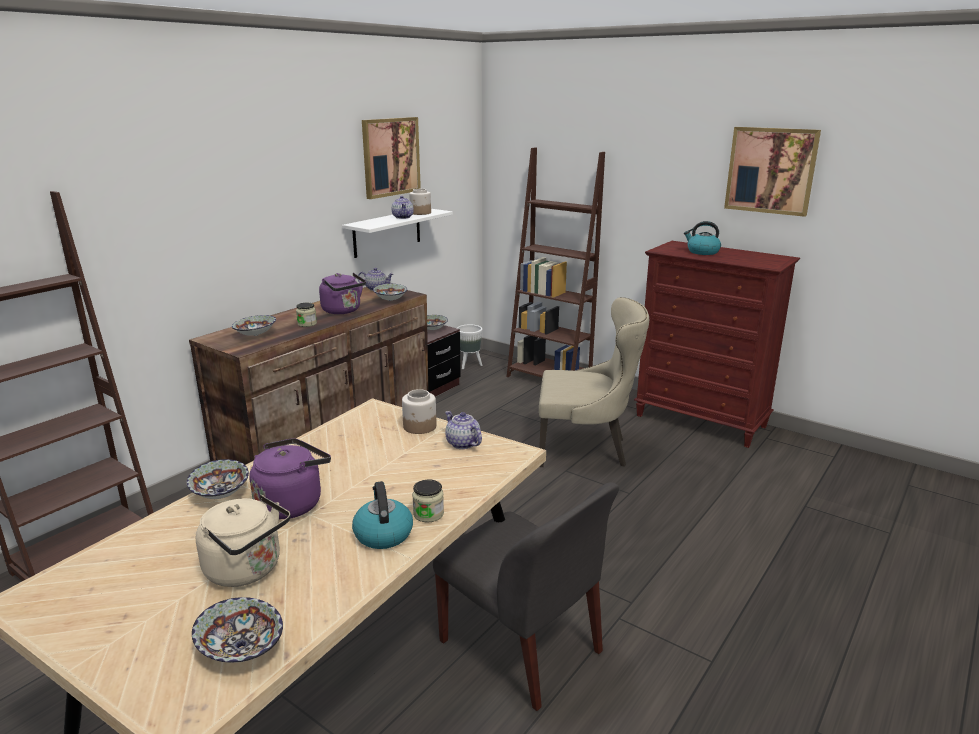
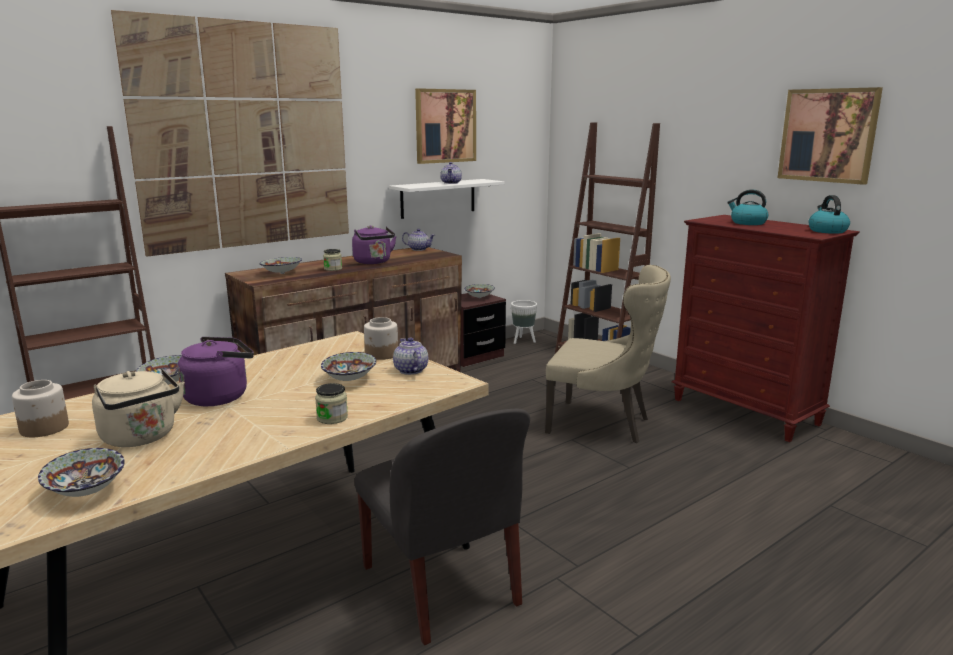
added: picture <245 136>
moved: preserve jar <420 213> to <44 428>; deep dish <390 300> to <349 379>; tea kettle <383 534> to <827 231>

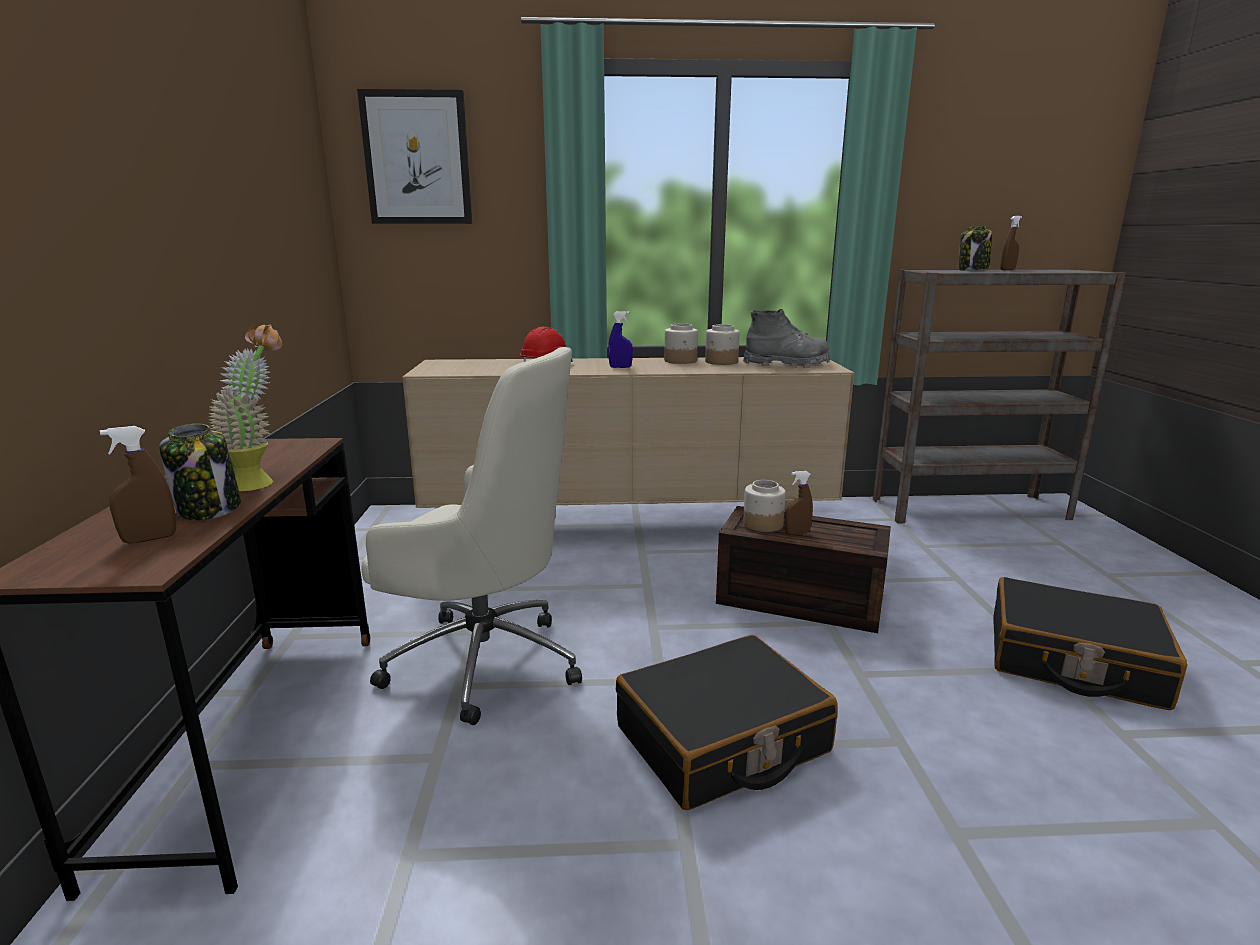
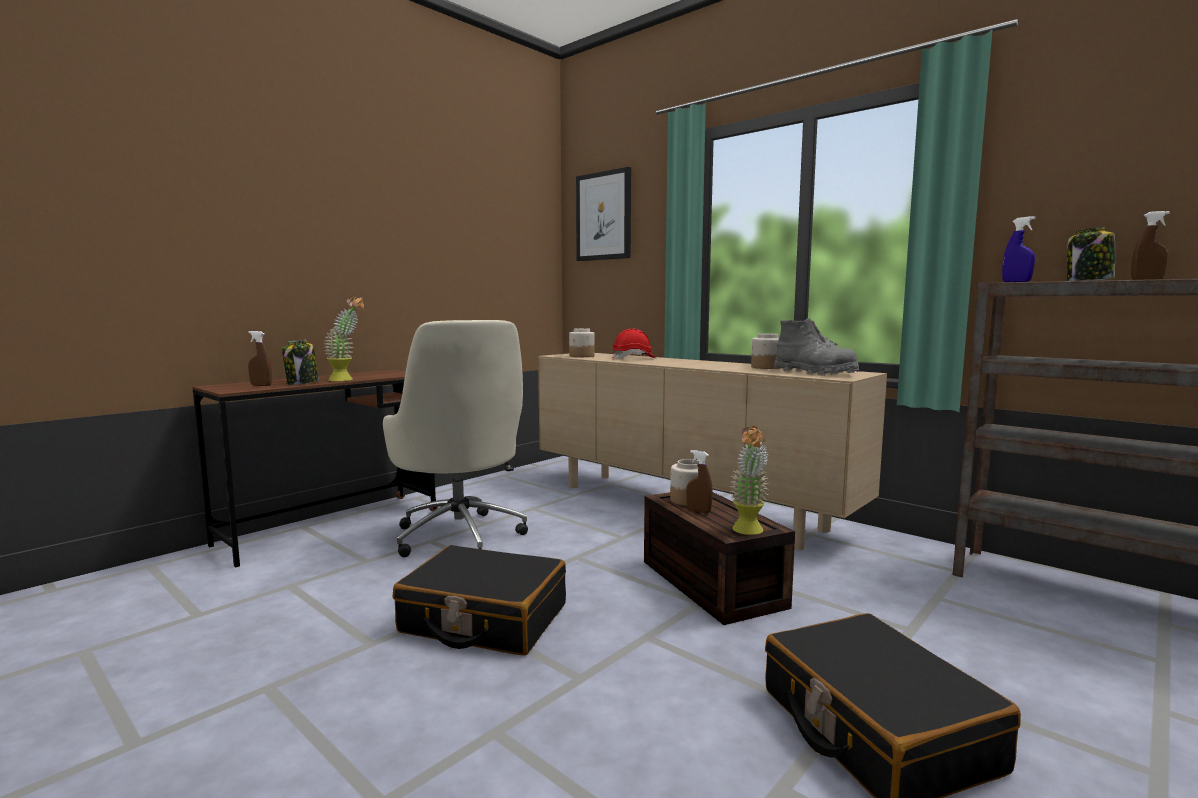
added: plant in a pot <748 532>
moved: preserve jar <681 361> to <581 356>; sprayer in bluish <620 367> to <1016 282>

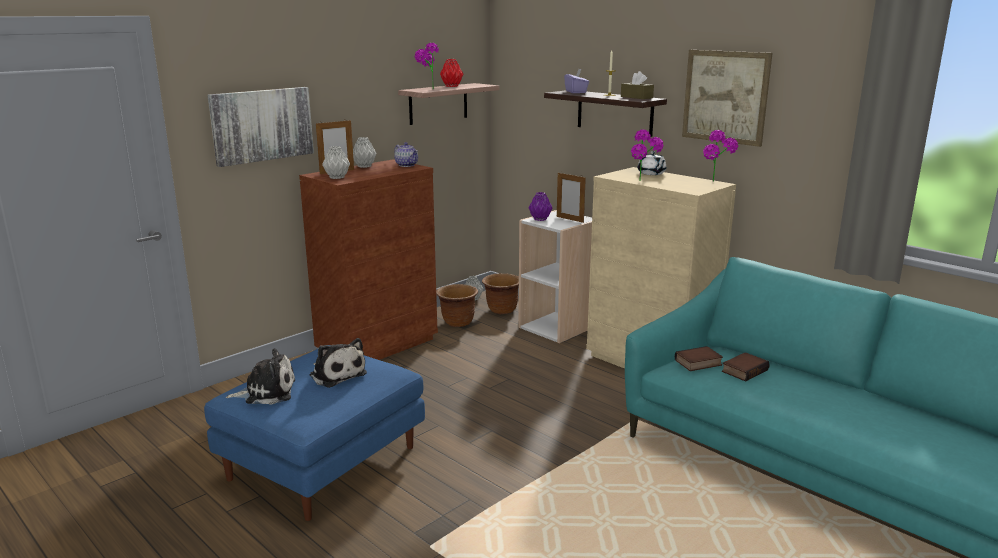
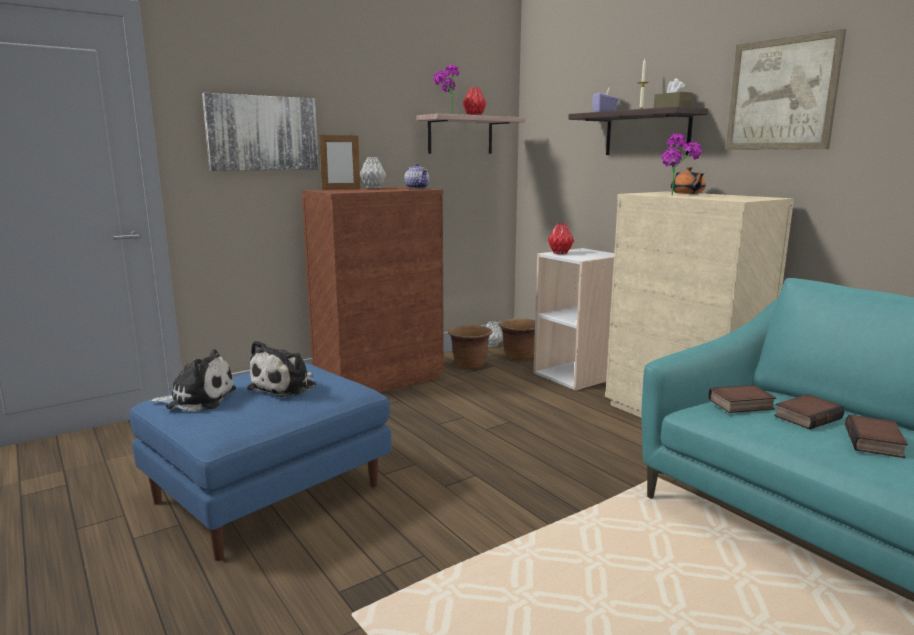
removed: vase in grey <336 177>; standing frame <570 219>; plant in a pot <716 182>
added: book <876 443>
recoloured: vase in purple-coloured <540 219> to vase in red-coloured <560 253>; tea pot in white-coloured <651 173> to tea pot in orange-coloured <687 193>
turned: plush toy <336 374> = <286 387> 60 degrees clockwise

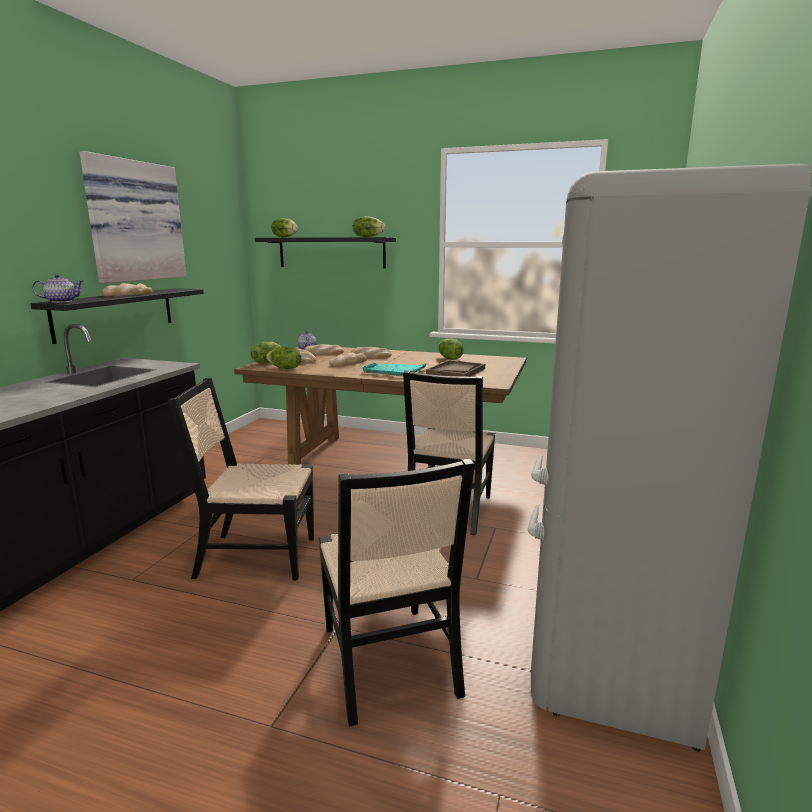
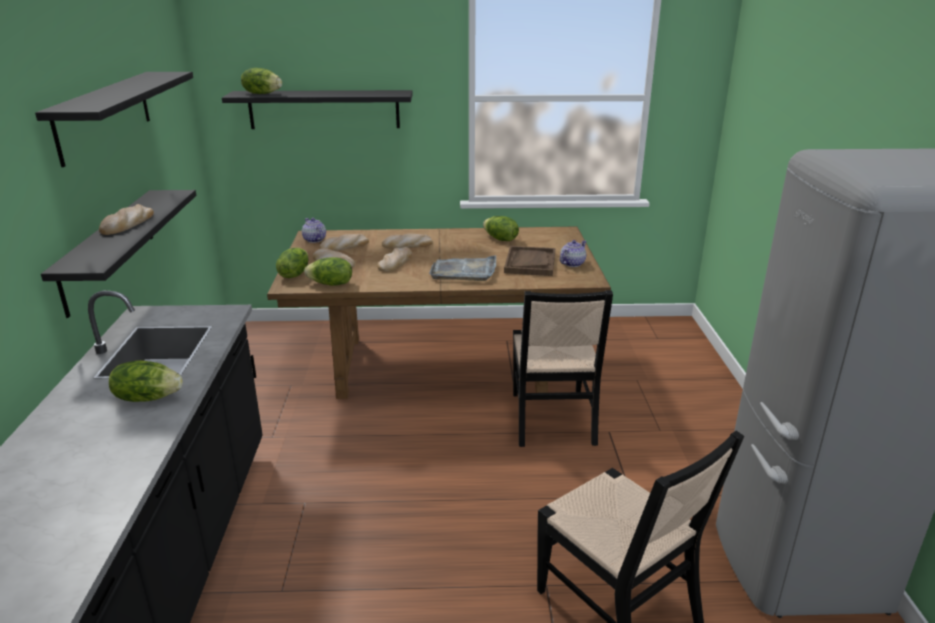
removed: upright chair <256 557>
moved: lettuce head <368 237> to <148 397>; tea pot <61 301> to <572 263>
replaced: picture <133 221> to bracket shelf in blackish <104 115>
recoloured: carrying tray in turquoise-coloured <394 371> to carrying tray in grey <464 271>

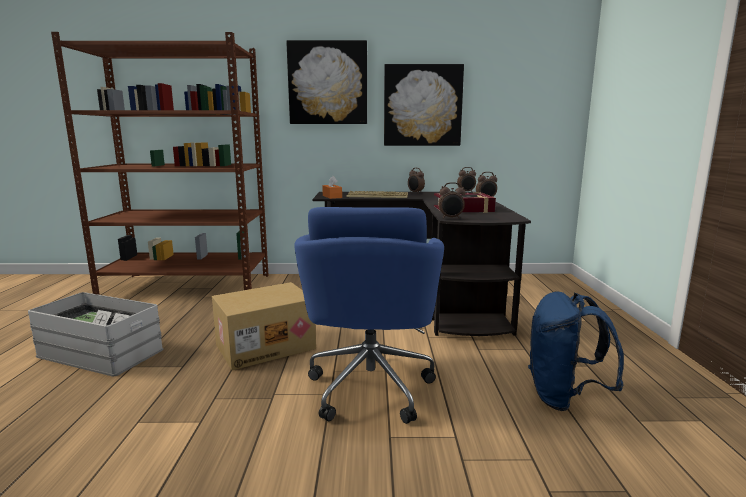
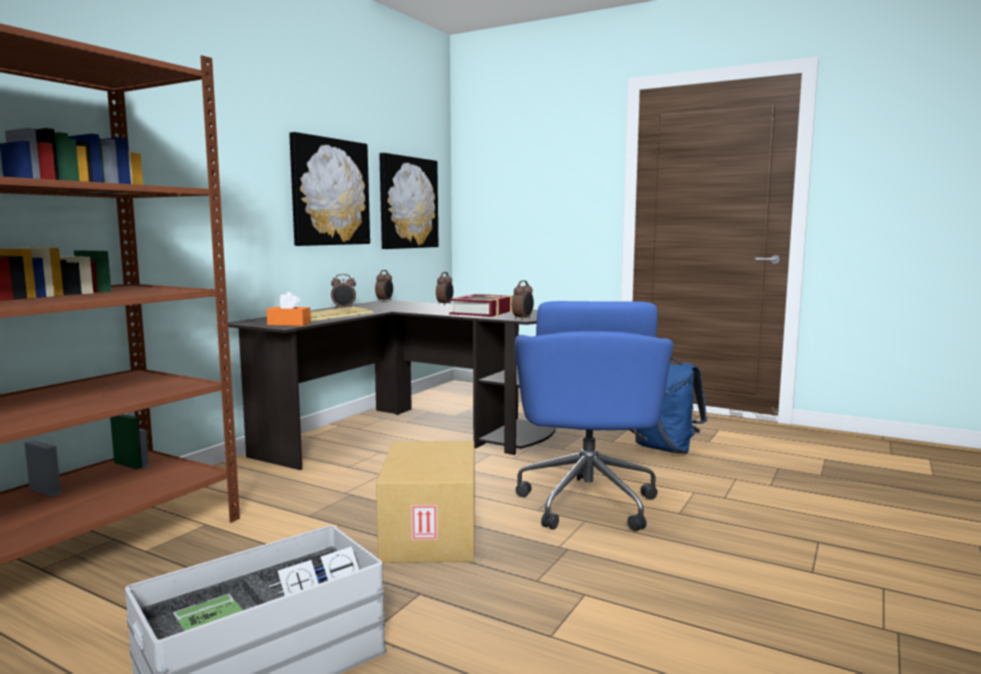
moved: picture <328 83> to <408 203>
turned: computer chair in bluish <370 385> = <586 501> 60 degrees clockwise

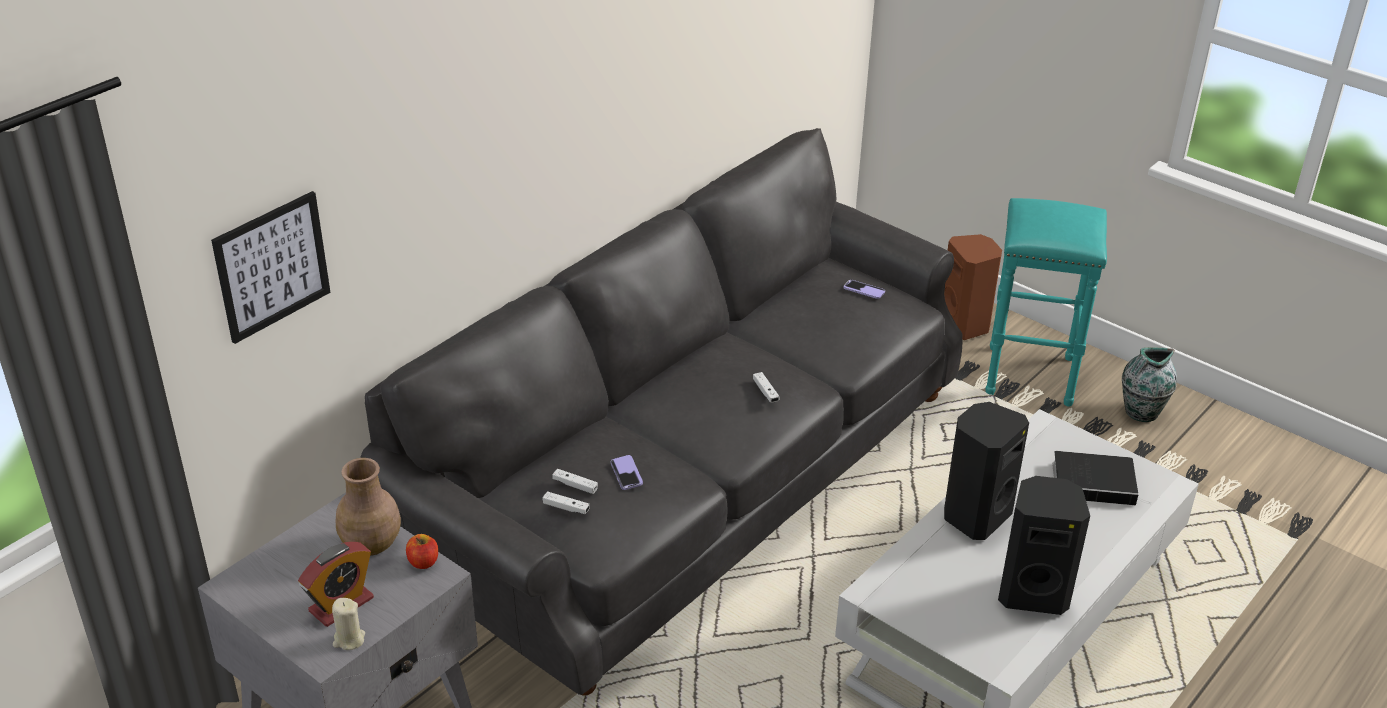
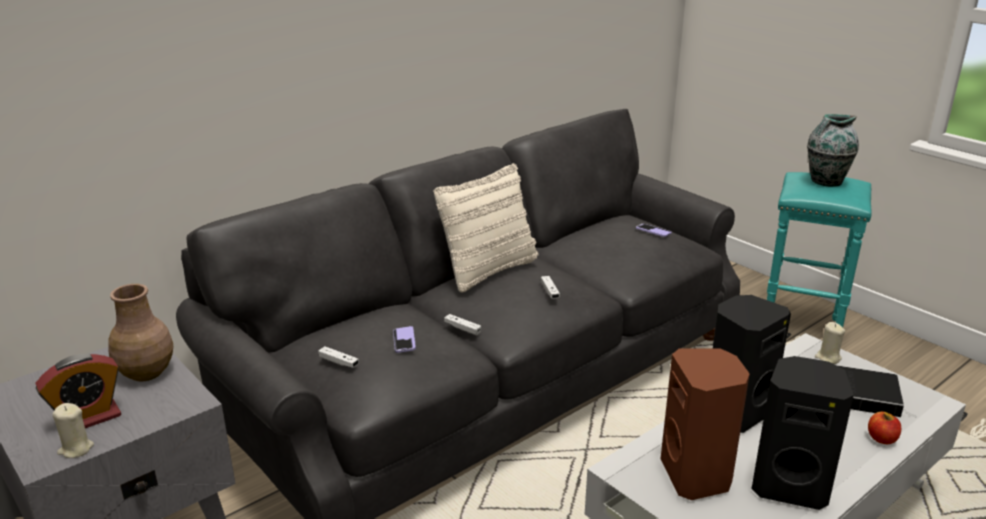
removed: picture <272 266>
added: throw pillow in beige-coloured <488 271>; candle in beige-coloured <828 358>
moved: gamepad in white-coloured <575 485> to <462 328>; loudspeaker in brown <965 325> to <697 476>; vase <1140 412> to <825 181>; apple fruit <423 562> to <881 439>

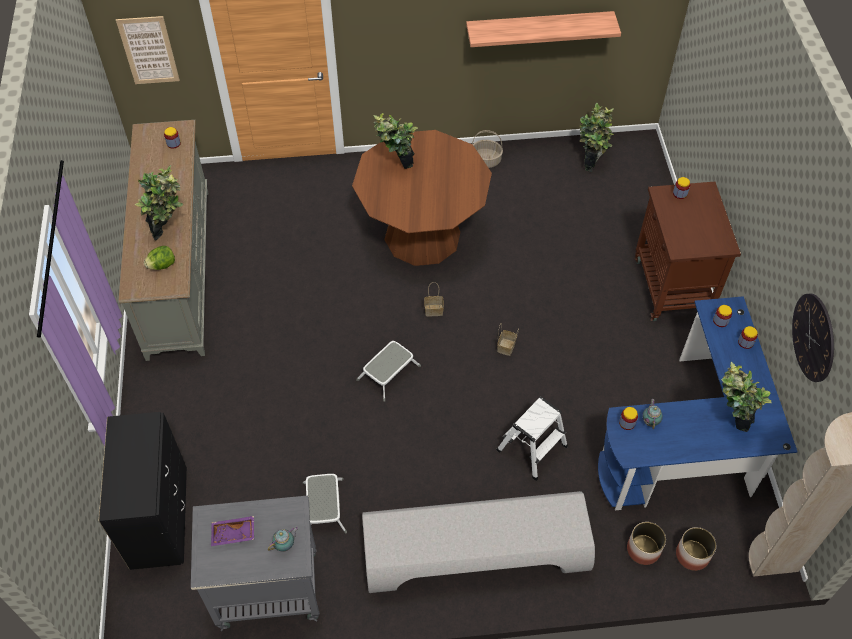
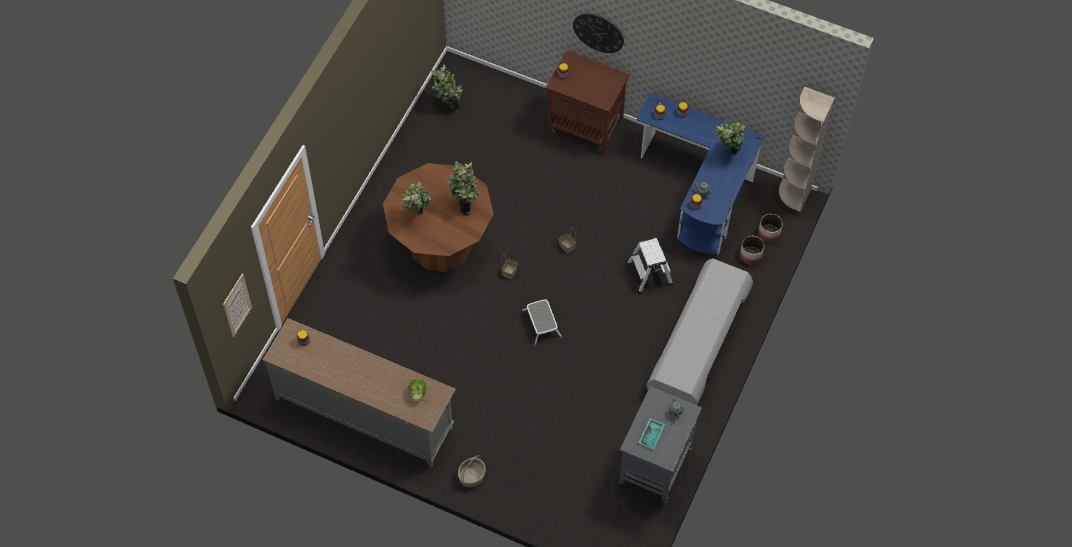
removed: dresser in blackish <160 518>; step stool in grey <324 507>; bracket shelf <539 27>
moved: plant in a pot <169 230> to <464 204>; basket <486 160> to <472 476>; hanging clock <813 337> to <598 32>
recoloured: carrying tray in purple-coloured <233 534> to carrying tray in turquoise-coloured <652 435>

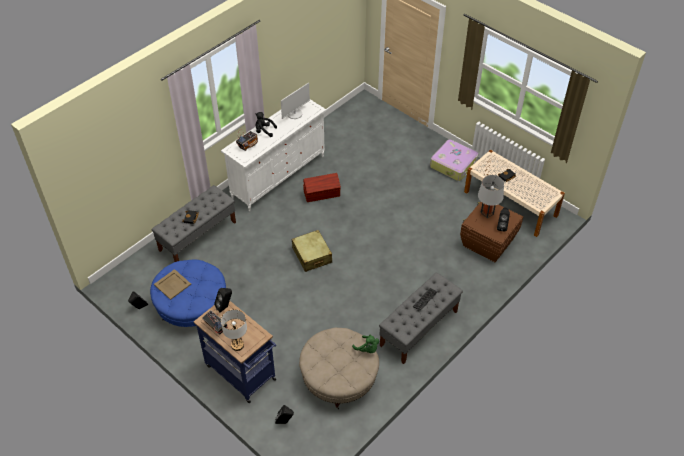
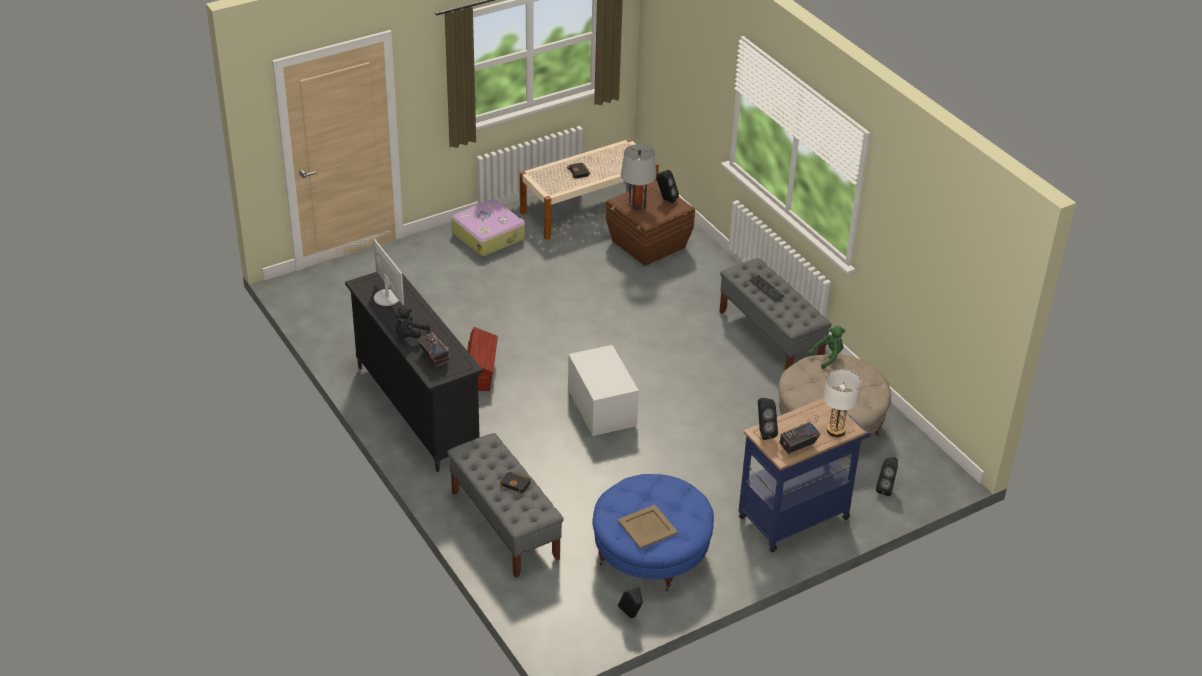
replaced: suitcase in beige-coloured <312 255> to storage bin in white-coloured <601 407>
recoloured: dresser in white-coloured <278 176> to dresser in blackish <416 411>

